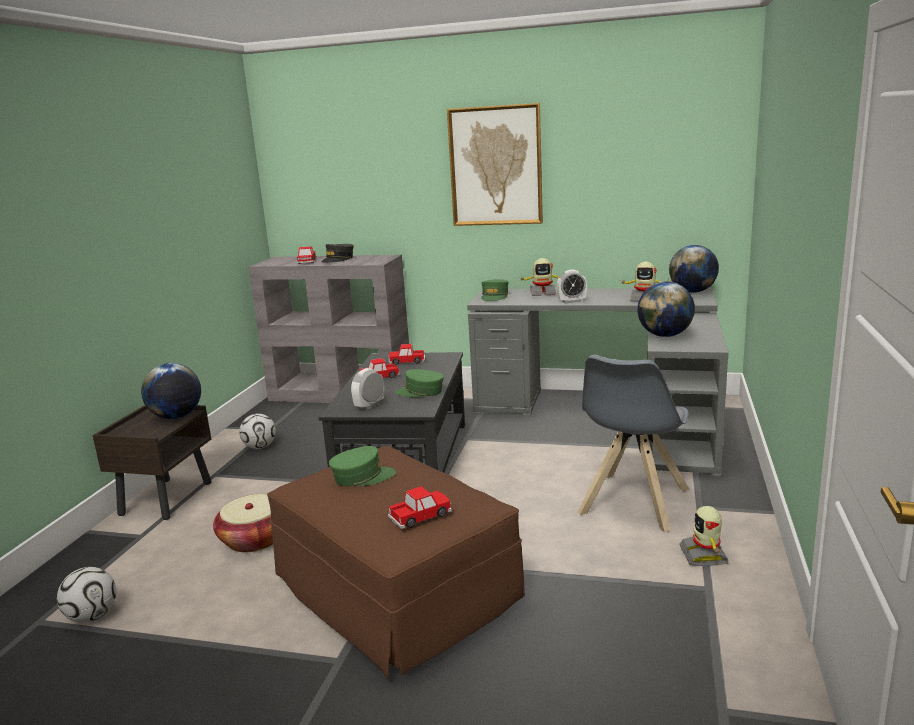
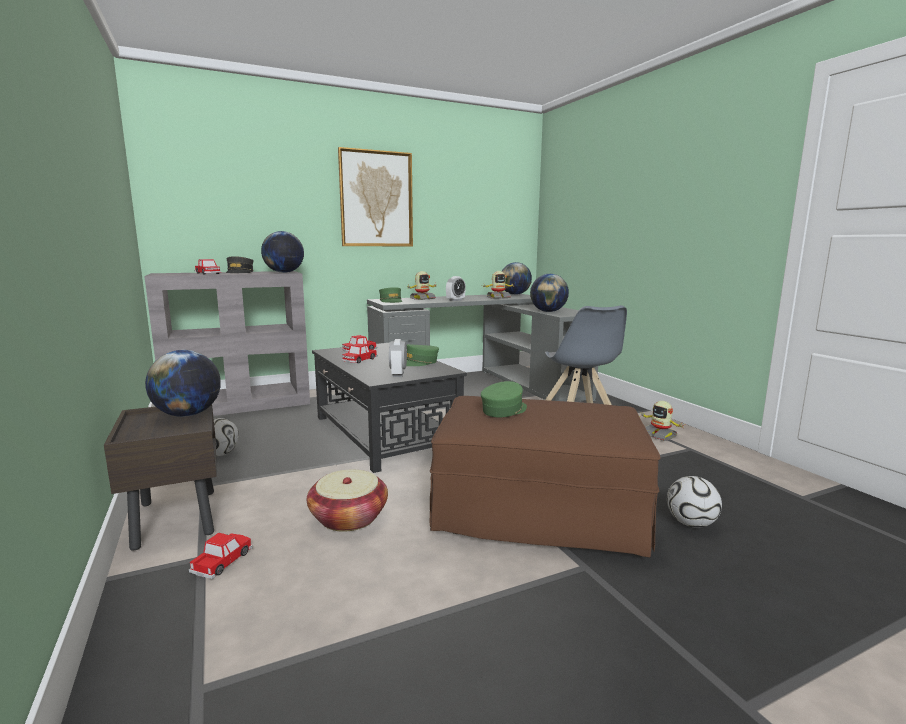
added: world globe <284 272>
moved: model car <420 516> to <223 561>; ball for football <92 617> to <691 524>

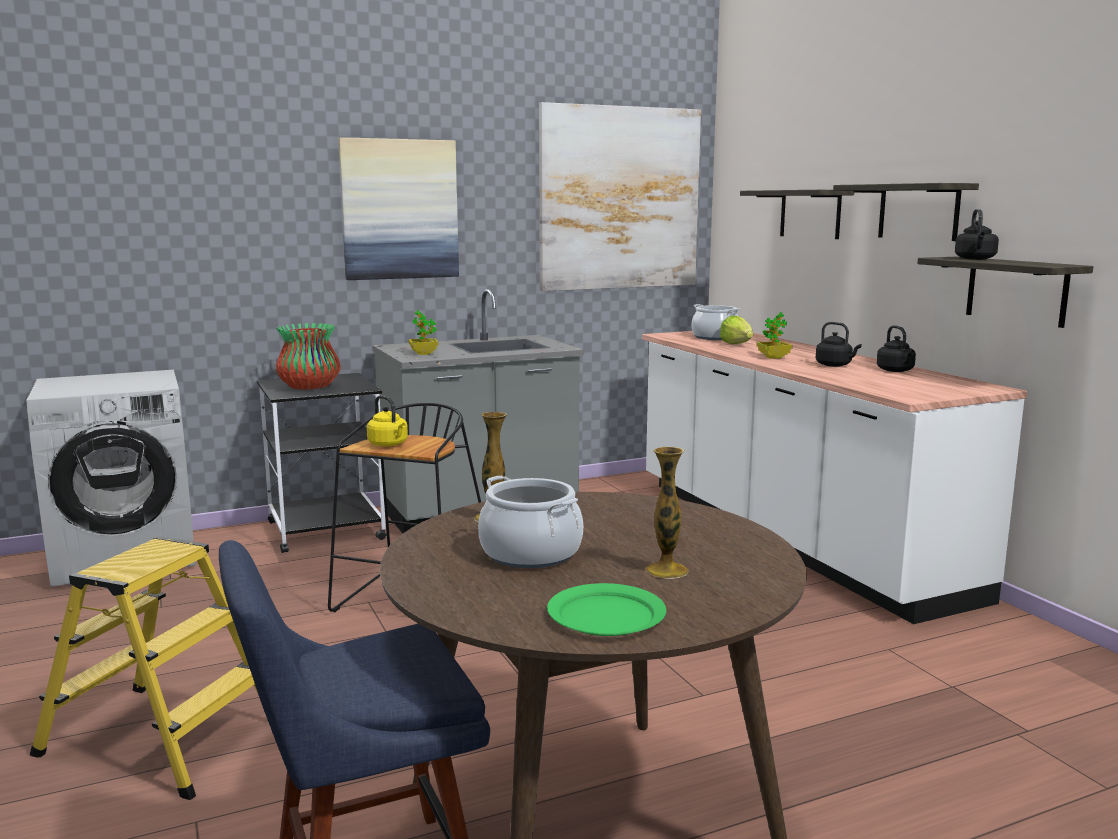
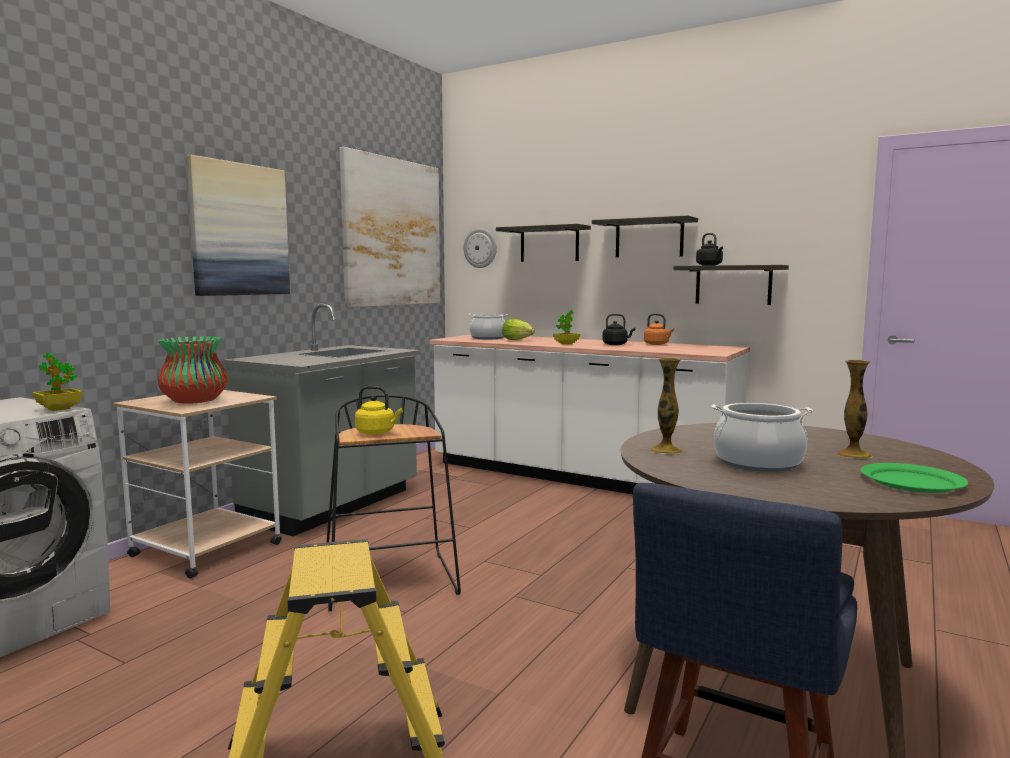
added: hanging clock <480 248>
moved: plant in a pot <423 353> to <59 409>
recoloured: wheeled cart in blackish <328 530> to wheeled cart in beige-coloured <208 548>; tea kettle in blackish <896 371> to tea kettle in orange-coloured <657 344>

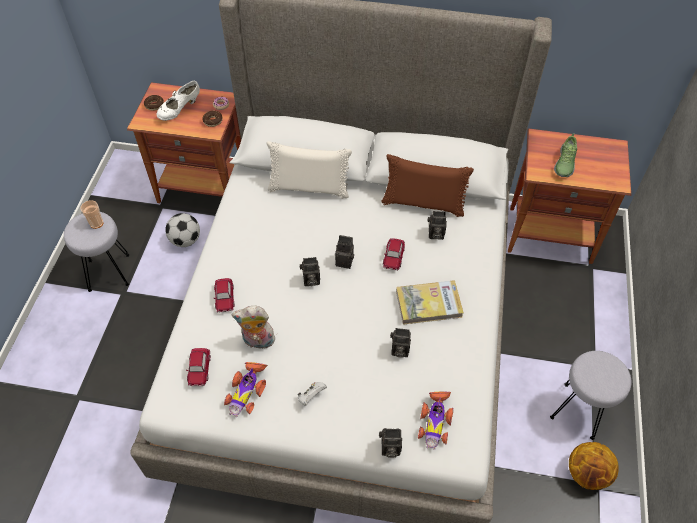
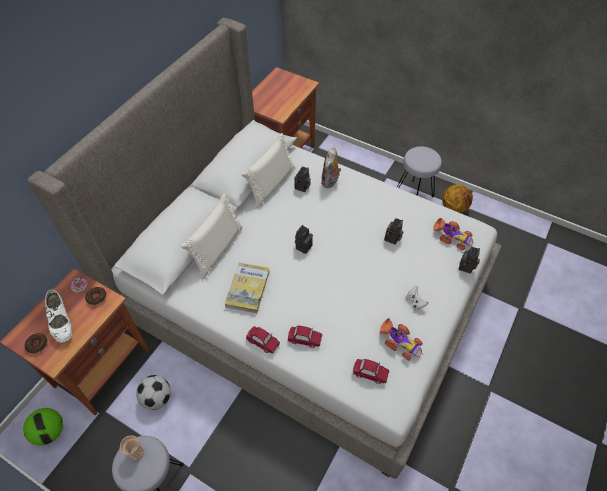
removed: photo camera <310 280>; low shoe <564 163>
added: ball for football <50 431>
moved: book <428 304> to <248 289>; model car <393 257> to <263 341>; plush toy <257 342> to <330 182>
recoloured: throw pillow in brown <423 203> to throw pillow in white-coloured <271 184>

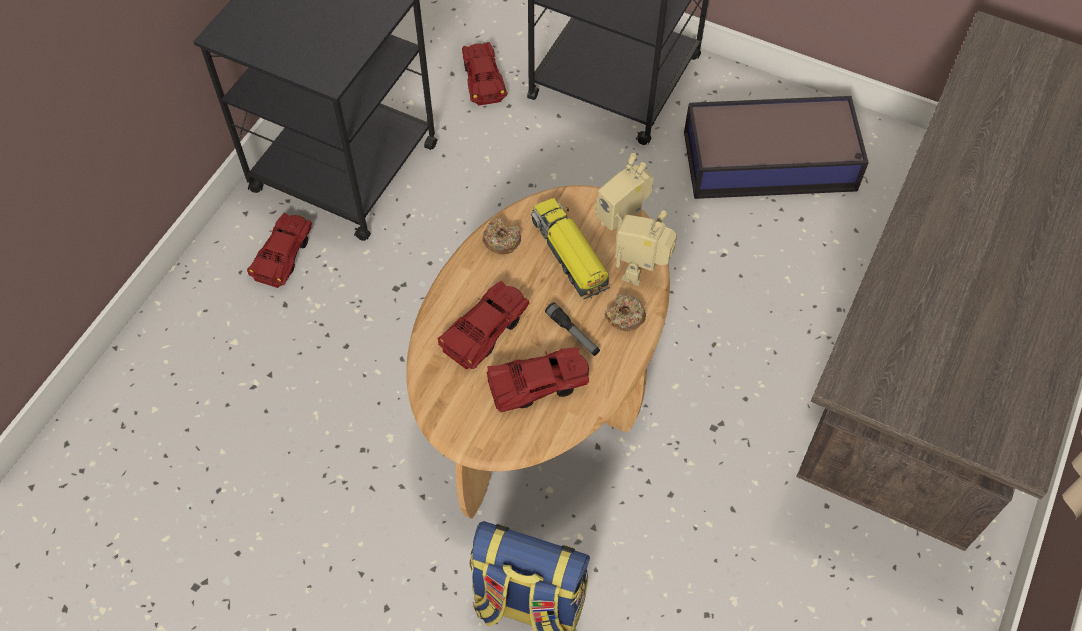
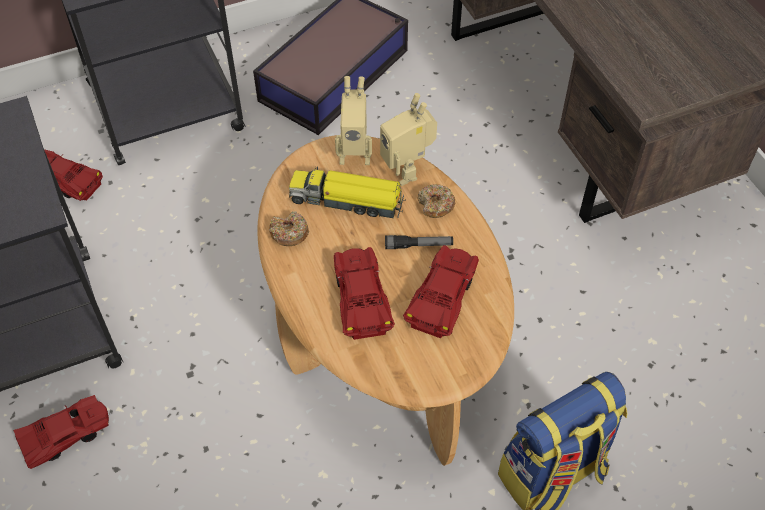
turned: model car in red-coloured <284 255> = <66 436> 90 degrees clockwise

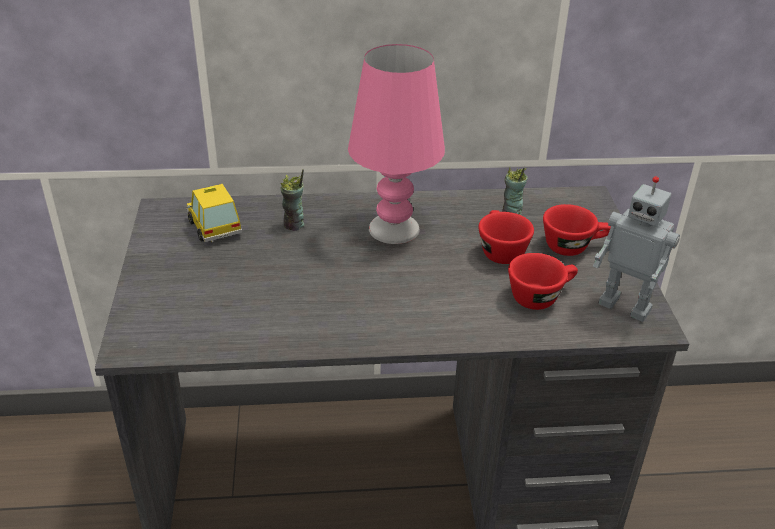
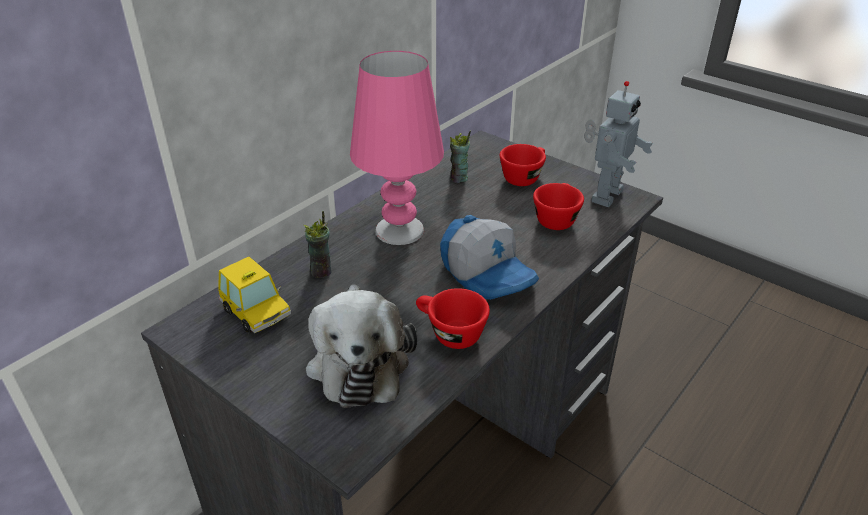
added: plush toy <358 361>; peaked cap <488 273>
moved: small cup in red-coloured <499 250> to <449 333>
turned: model car <214 227> = <256 312> 150 degrees counterclockwise; toy robot <626 306> = <605 195> 45 degrees counterclockwise

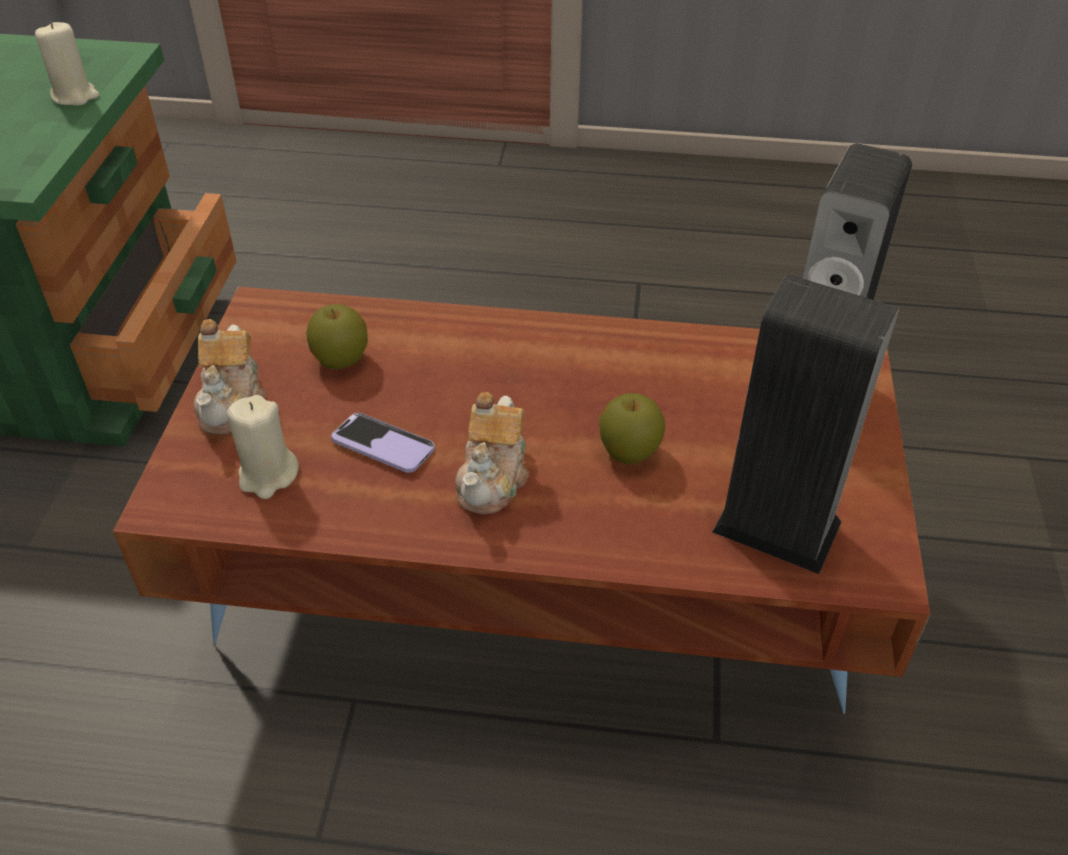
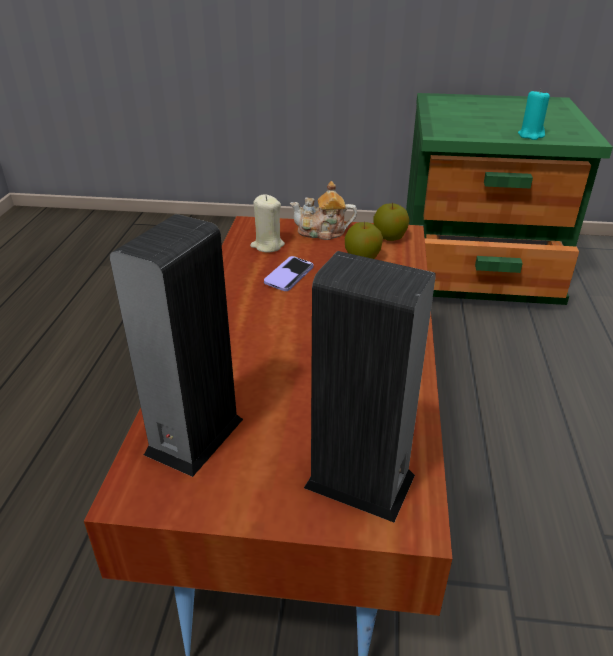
removed: tea pot <493 478>
moved: apple fruit <629 451> to <389 238>
recoloured: candle in beige-coloured <75 96> to candle in turquoise-coloured <531 135>

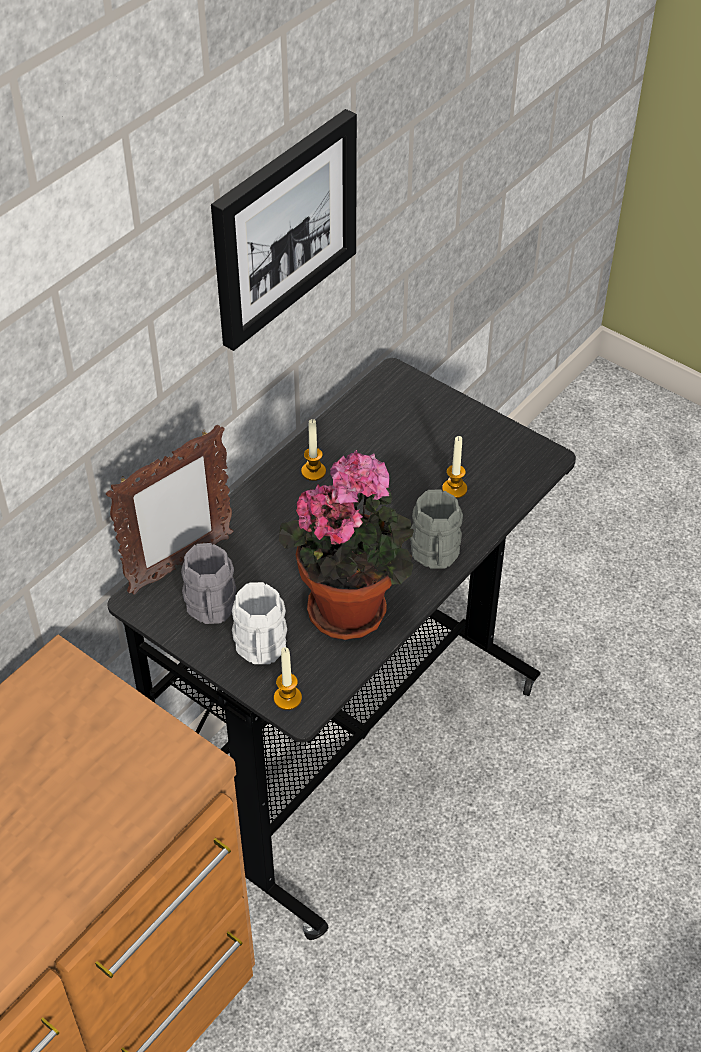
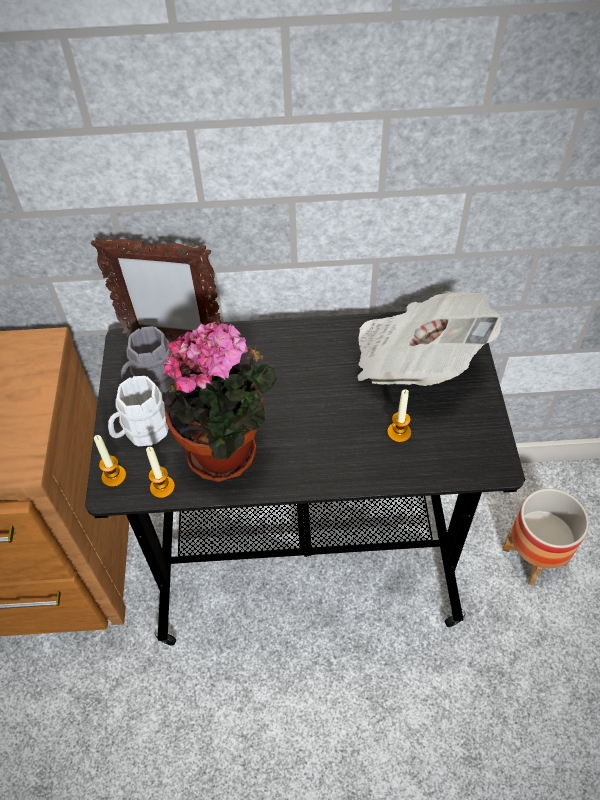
removed: picture <283 227>; tea mug in grey <435 556>
added: printed paper <416 360>; planter <534 556>
moved: candle <313 472> to <162 487>

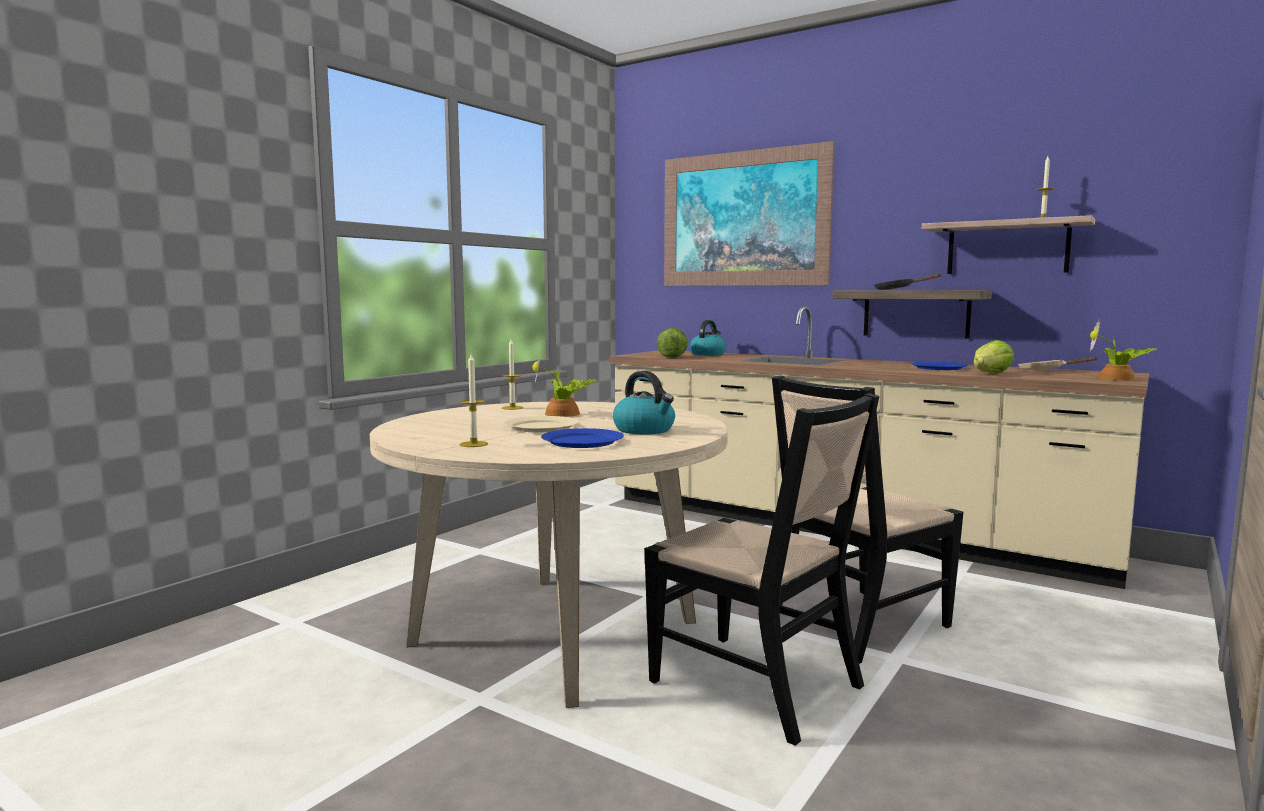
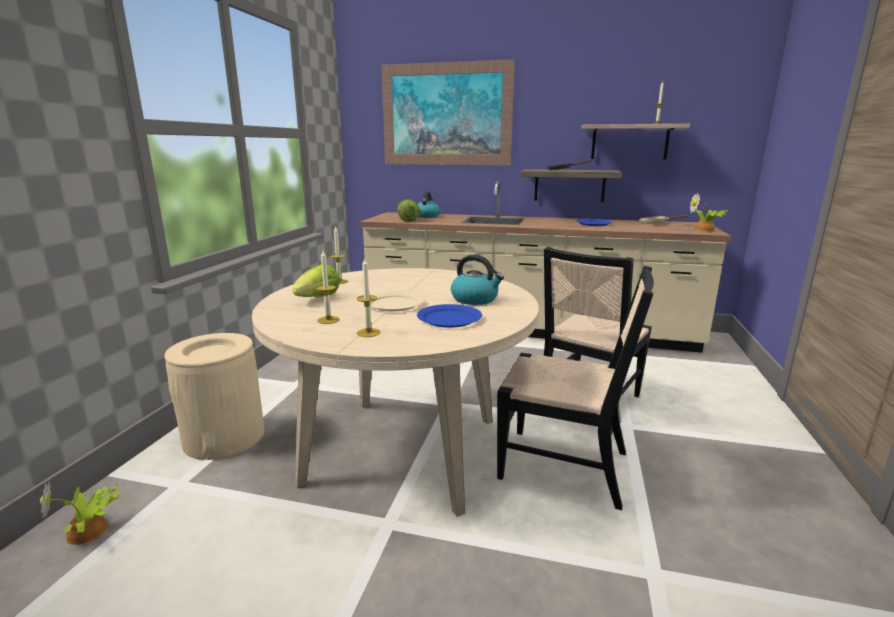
added: rubbish bin in beige-coloured <225 437>; candle <328 320>
moved: plant in a pot <564 414> to <89 532>; lettuce head <990 374> to <317 299>

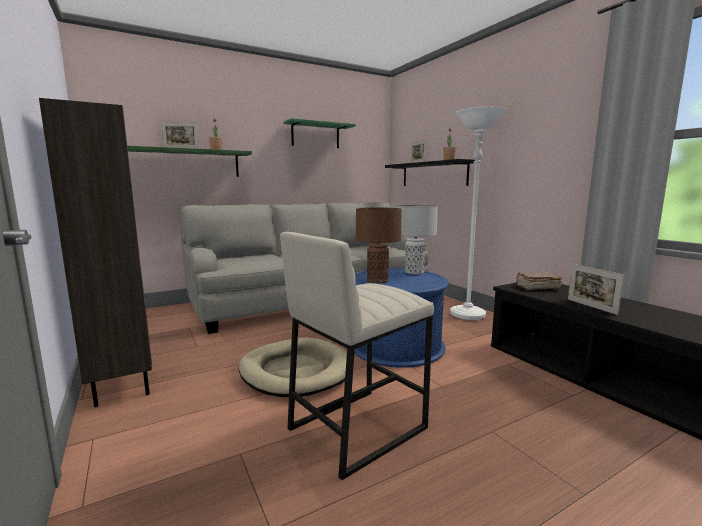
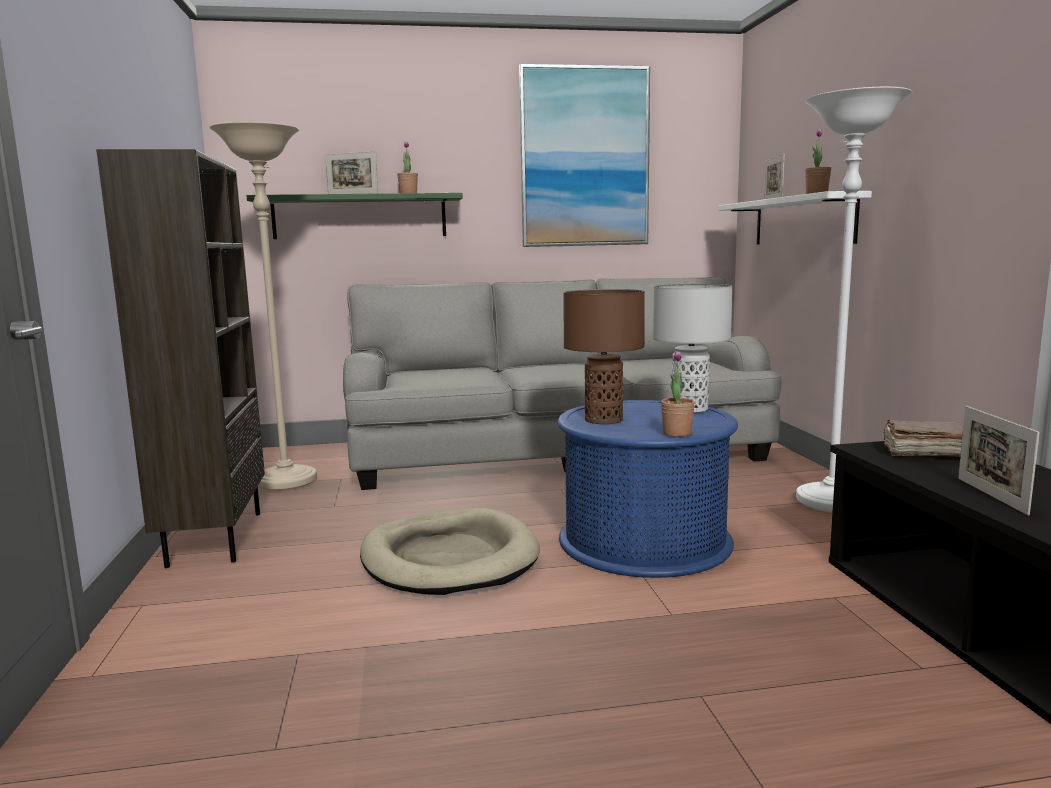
removed: stool in beige-coloured <357 428>
added: standing lamp in beige-coloured <286 481>; plant in a pot <677 433>
replaced: bracket shelf in green <315 135> to picture <584 158>
recoloured: bracket shelf in blackish <433 174> to bracket shelf in white-coloured <802 221>

